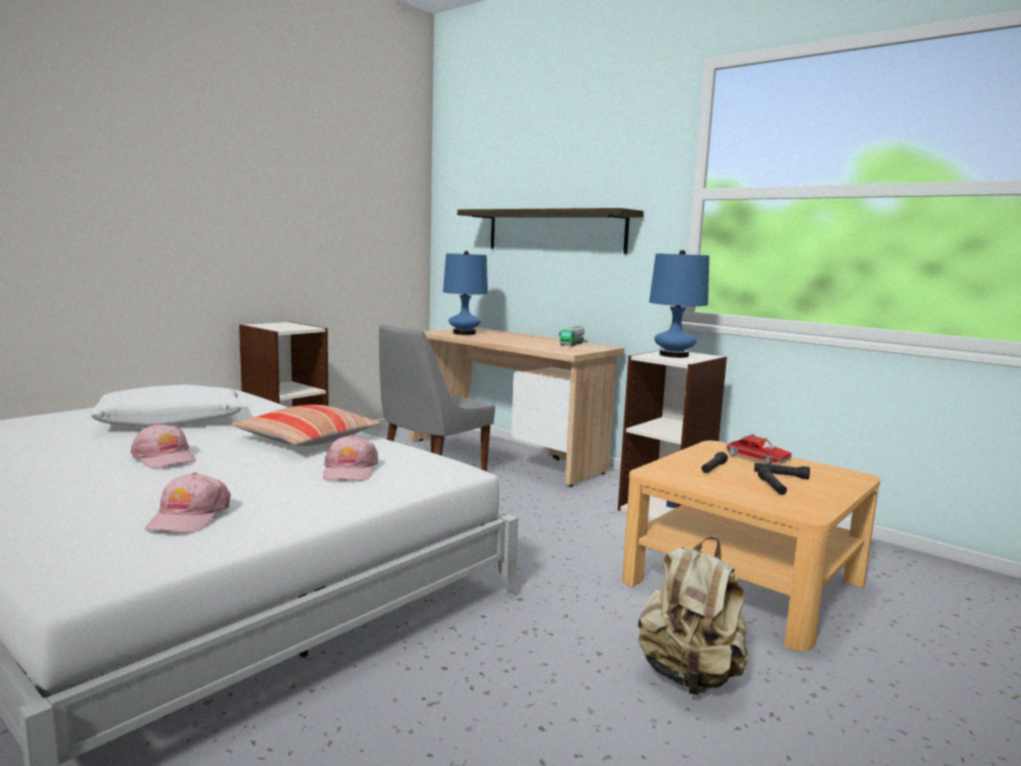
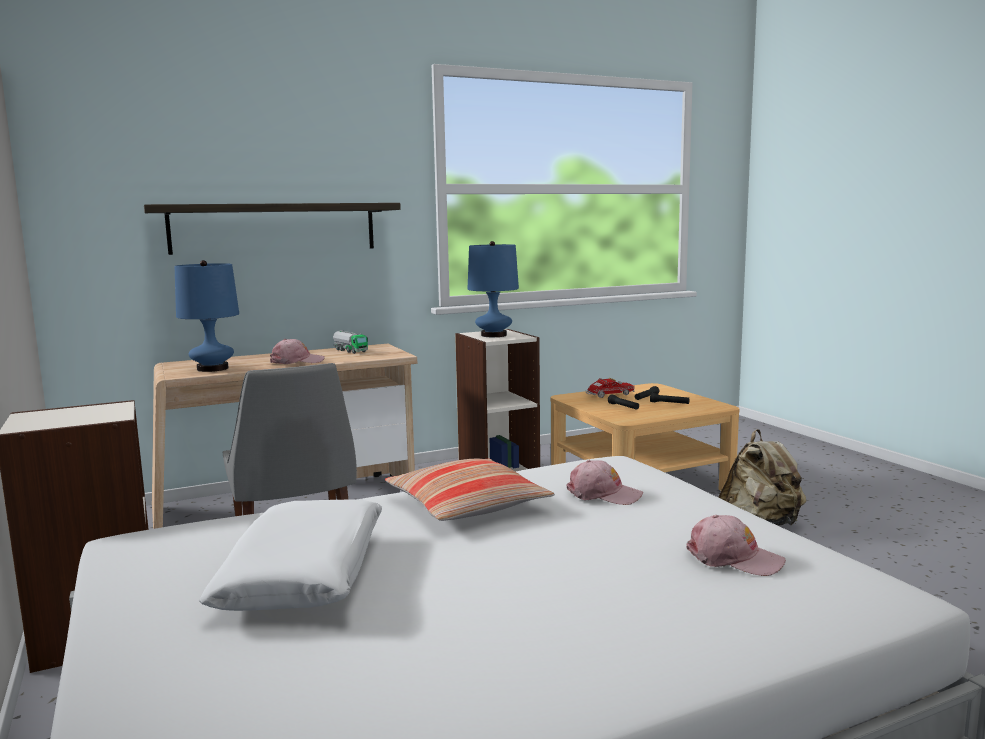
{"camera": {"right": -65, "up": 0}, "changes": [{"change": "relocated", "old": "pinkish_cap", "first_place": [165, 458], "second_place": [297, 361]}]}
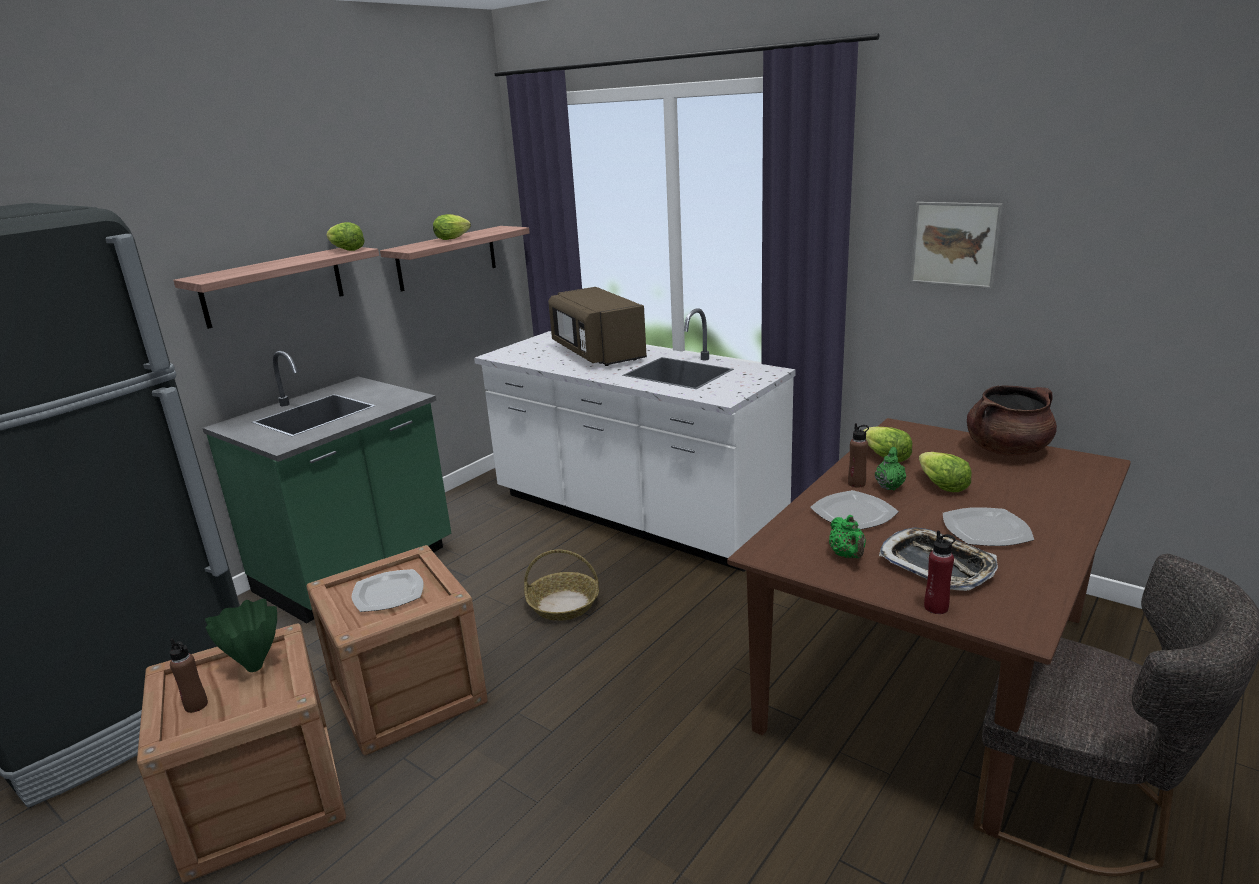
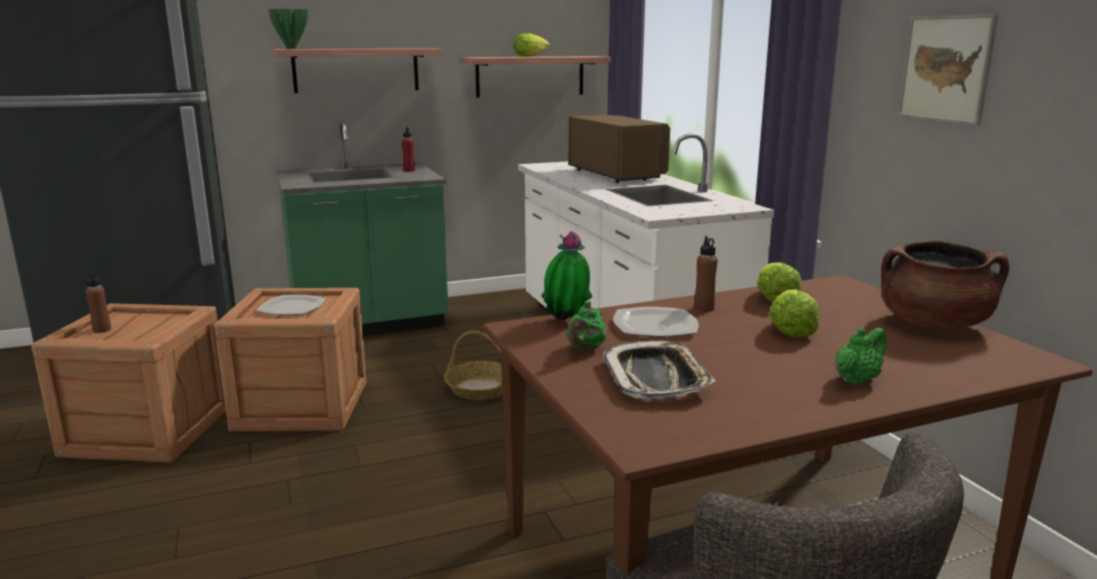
{"camera": {"right": 30, "up": -5}, "changes": [{"change": "relocated", "old": "greenish_vase", "first_place": [256, 667], "second_place": [291, 48]}, {"change": "missing", "old": "lettuce", "first_place": [345, 250]}, {"change": "spun", "old": "brownish_kitchen_microwave", "first_place": [597, 353], "second_place": [616, 175], "degrees": 150}, {"change": "relocated", "old": "greenish_pot_for_tea", "first_place": [889, 486], "second_place": [857, 380]}, {"change": "relocated", "old": "red-coloured_bottle", "first_place": [936, 607], "second_place": [409, 170]}, {"change": "missing", "old": "plate", "first_place": [985, 530]}, {"change": "appeared", "new": "plant_in_a_pot", "second_place": [566, 321]}]}
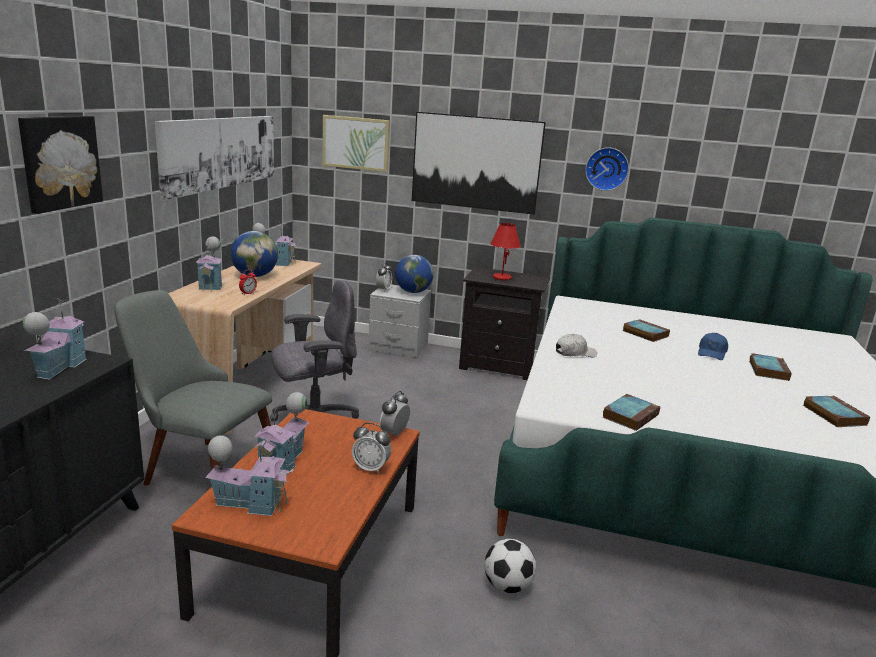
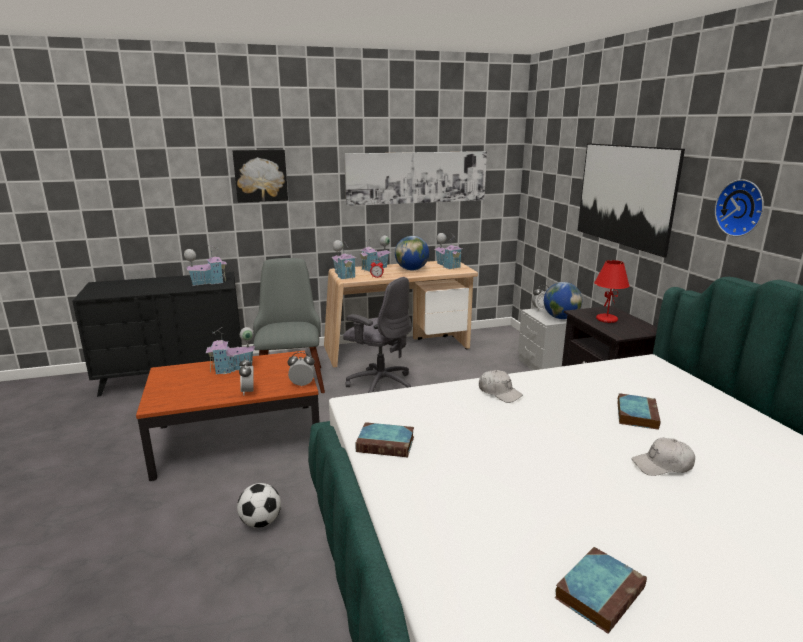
{"camera": {"right": 60, "up": 0}, "changes": [{"change": "relocated", "old": "model_house", "first_place": [250, 503], "second_place": [344, 275]}, {"change": "missing", "old": "picture", "first_place": [356, 143]}, {"change": "colour", "old": "blue_cap", "new": "white-coloured_cap", "first_place": [712, 353], "second_place": [662, 465]}, {"change": "missing", "old": "book", "first_place": [767, 370]}]}
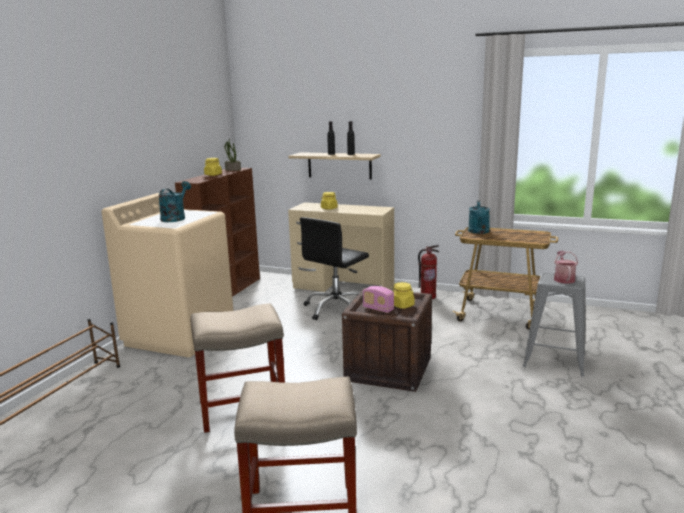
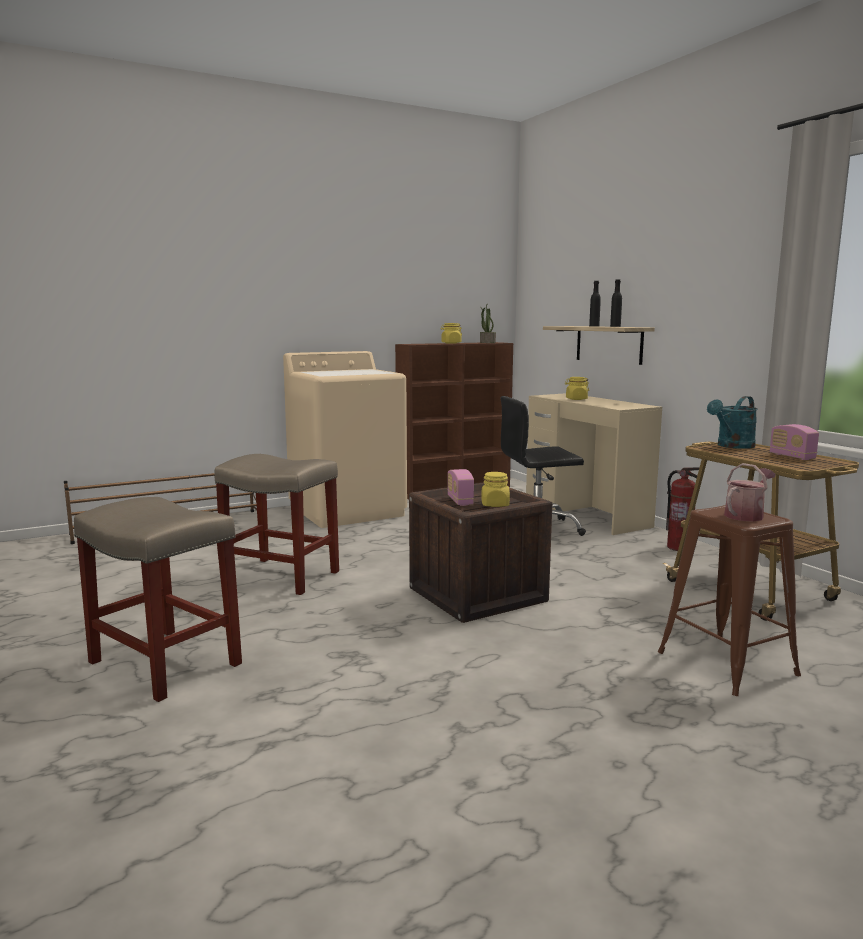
{"camera": {"right": 40, "up": -5}, "changes": [{"change": "missing", "old": "turquoise_watering_pot", "first_place": [175, 218]}, {"change": "colour", "old": "greyish_stool_seat", "new": "brownish_stool_seat", "first_place": [554, 360], "second_place": [727, 663]}, {"change": "appeared", "new": "radio_set", "second_place": [792, 456]}]}
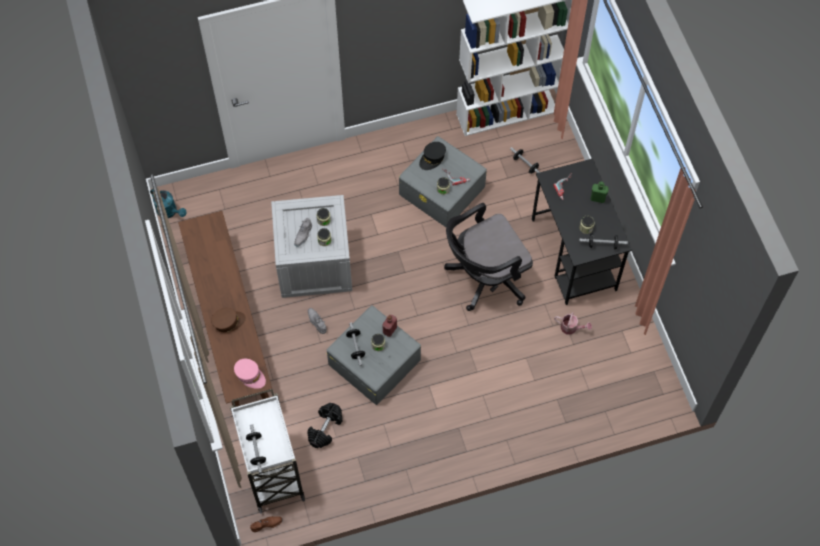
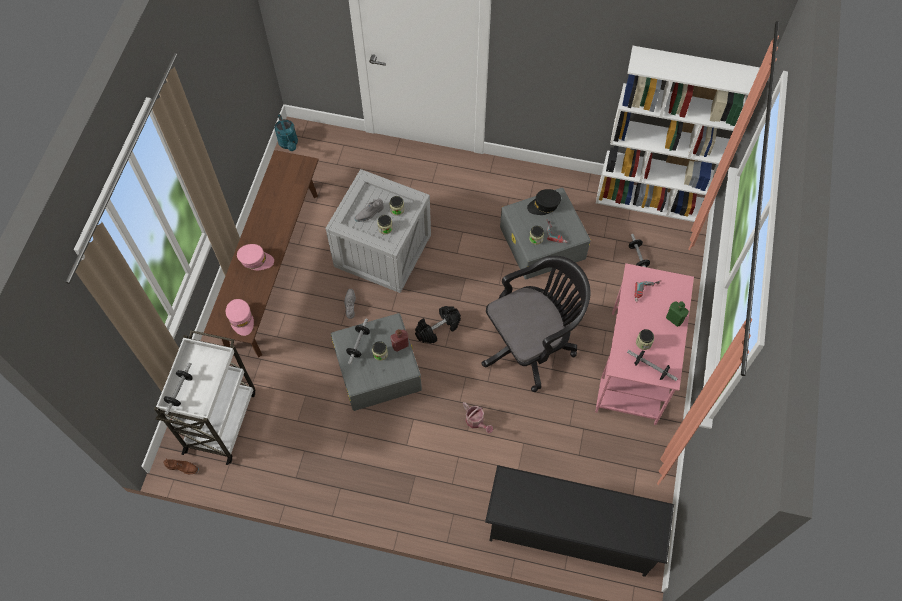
{"camera": {"right": 30, "up": 0}, "changes": [{"change": "colour", "old": "brownish_cap", "new": "pinkish_cap", "first_place": [228, 322], "second_place": [256, 260]}, {"change": "relocated", "old": "black_dumbbell", "first_place": [325, 429], "second_place": [438, 329]}, {"change": "spun", "old": "black_office_chair", "first_place": [484, 278], "second_place": [531, 344], "degrees": 150}, {"change": "colour", "old": "black_desk", "new": "pinkish_desk", "first_place": [574, 255], "second_place": [633, 367]}, {"change": "relocated", "old": "watering_pot", "first_place": [571, 328], "second_place": [476, 422]}, {"change": "appeared", "new": "black_shoe_stand", "second_place": [570, 532]}]}
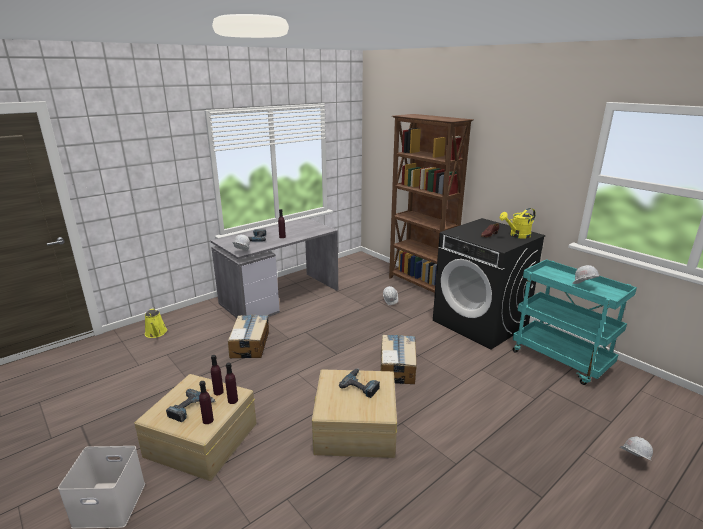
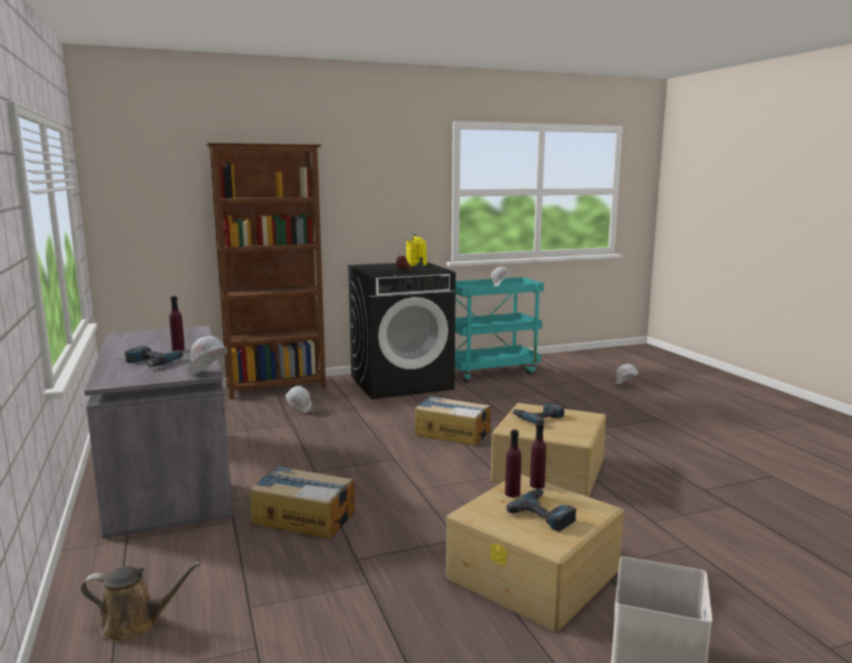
{"camera": {"right": -70, "up": -10}, "changes": [{"change": "colour", "old": "yellow-coloured_watering_pot", "new": "brownish_watering_pot", "first_place": [156, 333], "second_place": [135, 624]}, {"change": "missing", "old": "purple_bottle", "first_place": [208, 420]}]}
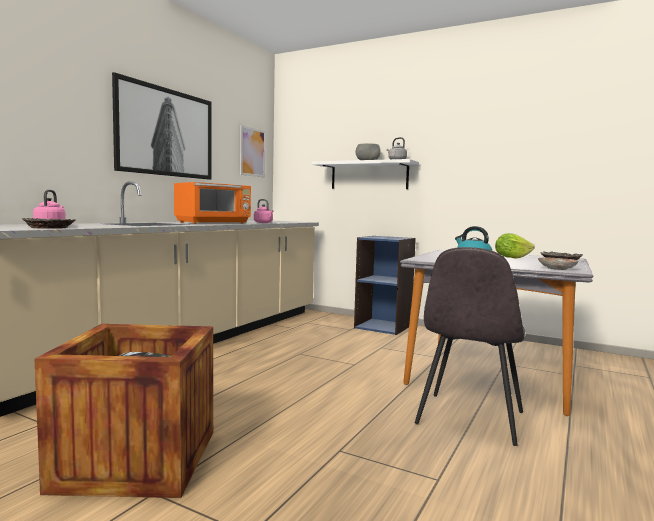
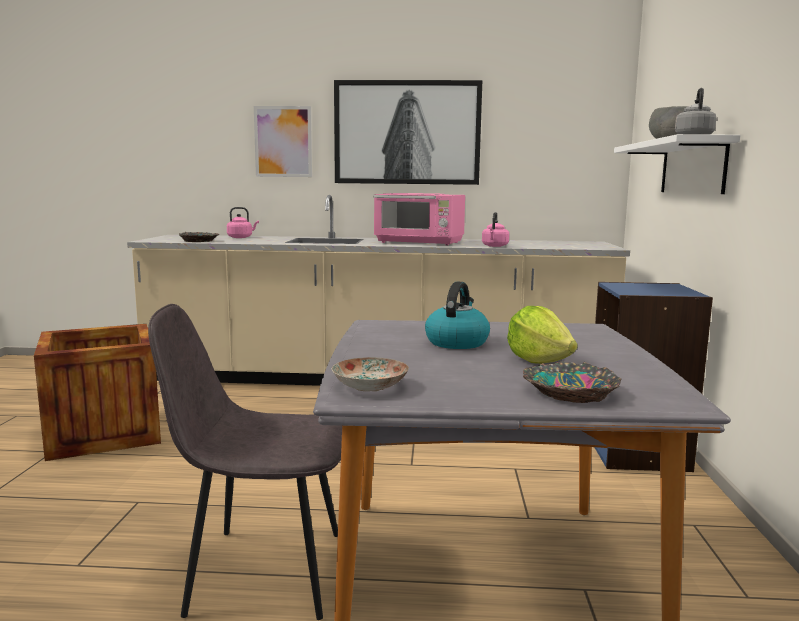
{"camera": {"right": 65, "up": 5}, "changes": [{"change": "colour", "old": "orange_kitchen_microwave", "new": "pinkish_kitchen_microwave", "first_place": [214, 223], "second_place": [420, 242]}, {"change": "relocated", "old": "picture", "first_place": [252, 152], "second_place": [283, 141]}]}
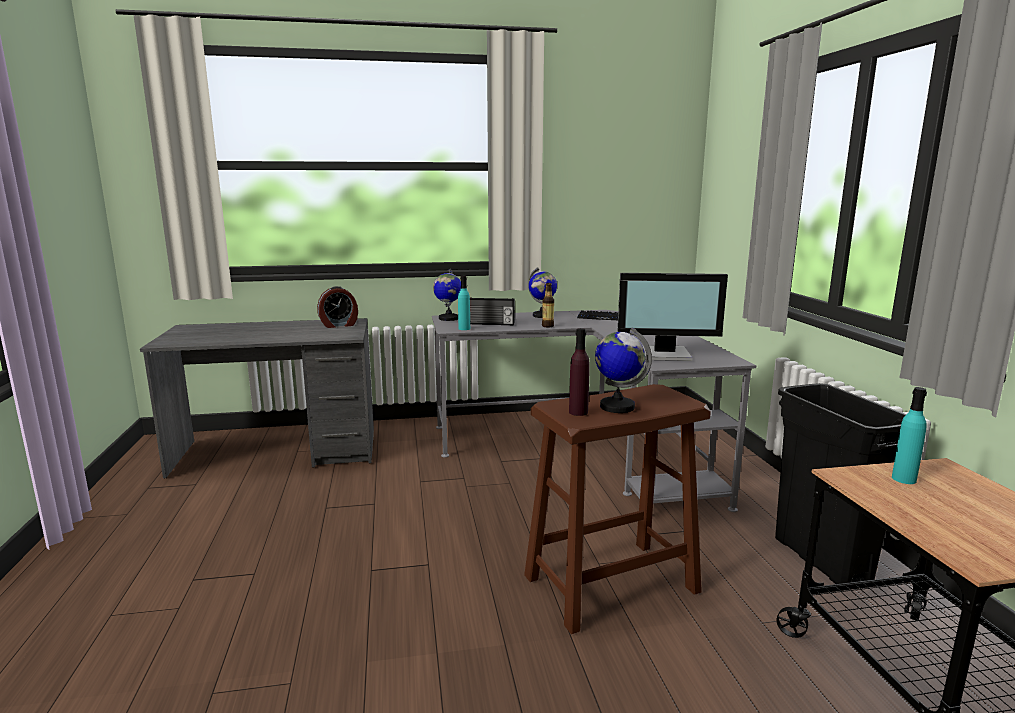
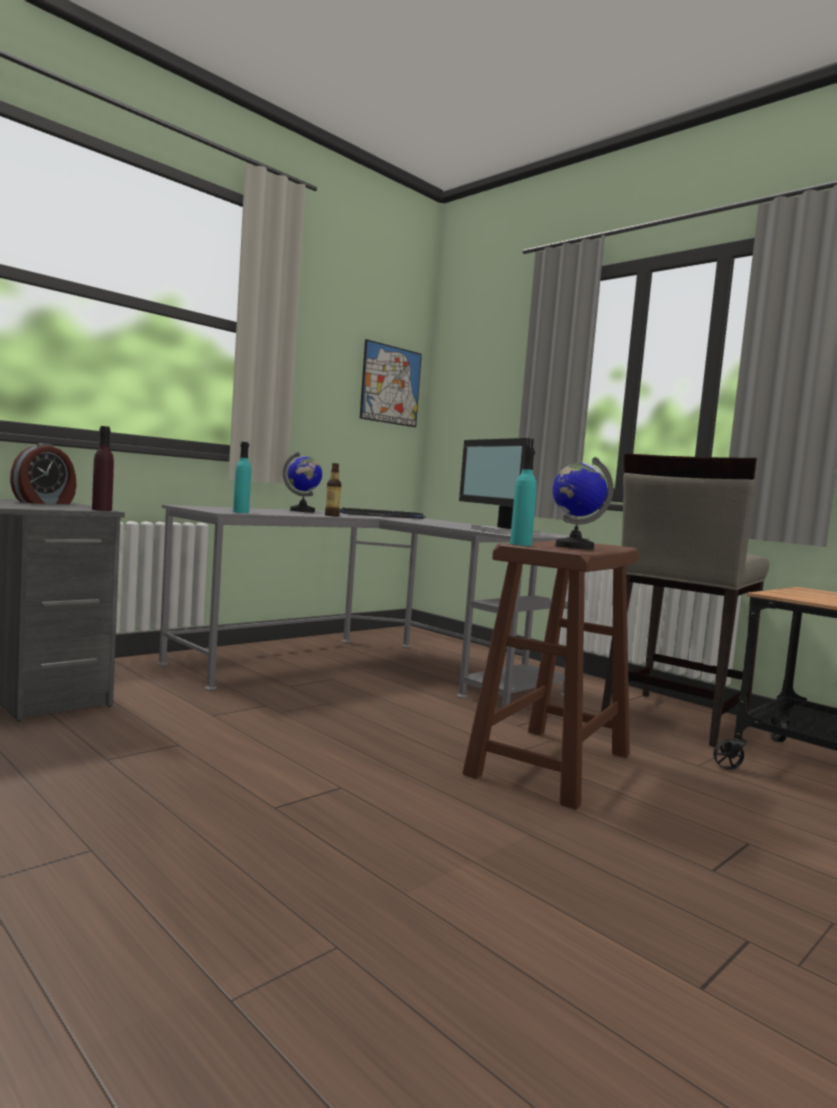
{"camera": {"right": -35, "up": -10}, "changes": [{"change": "missing", "old": "world_globe", "first_place": [448, 318]}, {"change": "missing", "old": "radio_set", "first_place": [491, 324]}, {"change": "relocated", "old": "purple_bottle", "first_place": [578, 412], "second_place": [102, 510]}, {"change": "spun", "old": "computer_screen", "first_place": [665, 355], "second_place": [503, 531], "degrees": 90}, {"change": "exchanged", "old": "black_rubbish_bin", "new": "sand-coloured_stool_seat", "first_place": [820, 560], "second_place": [673, 718]}, {"change": "relocated", "old": "turquoise_bottle", "first_place": [904, 479], "second_place": [520, 544]}, {"change": "appeared", "new": "picture", "second_place": [390, 385]}]}
